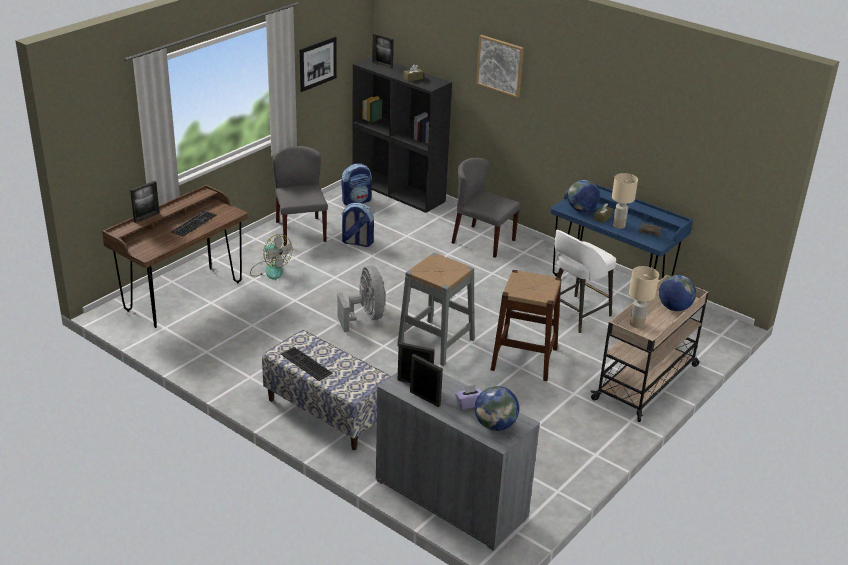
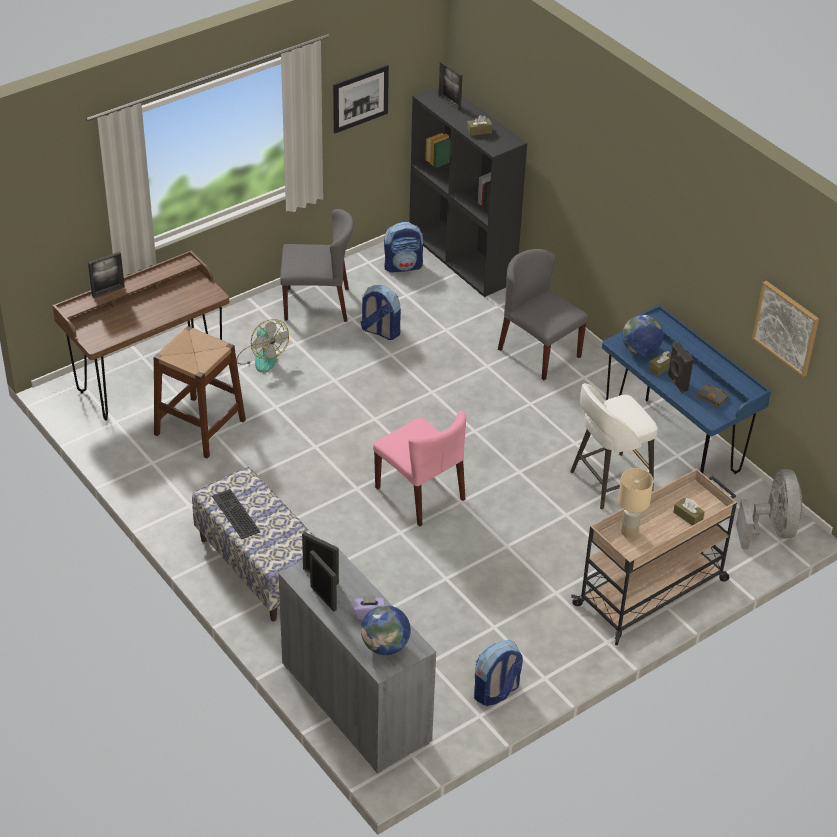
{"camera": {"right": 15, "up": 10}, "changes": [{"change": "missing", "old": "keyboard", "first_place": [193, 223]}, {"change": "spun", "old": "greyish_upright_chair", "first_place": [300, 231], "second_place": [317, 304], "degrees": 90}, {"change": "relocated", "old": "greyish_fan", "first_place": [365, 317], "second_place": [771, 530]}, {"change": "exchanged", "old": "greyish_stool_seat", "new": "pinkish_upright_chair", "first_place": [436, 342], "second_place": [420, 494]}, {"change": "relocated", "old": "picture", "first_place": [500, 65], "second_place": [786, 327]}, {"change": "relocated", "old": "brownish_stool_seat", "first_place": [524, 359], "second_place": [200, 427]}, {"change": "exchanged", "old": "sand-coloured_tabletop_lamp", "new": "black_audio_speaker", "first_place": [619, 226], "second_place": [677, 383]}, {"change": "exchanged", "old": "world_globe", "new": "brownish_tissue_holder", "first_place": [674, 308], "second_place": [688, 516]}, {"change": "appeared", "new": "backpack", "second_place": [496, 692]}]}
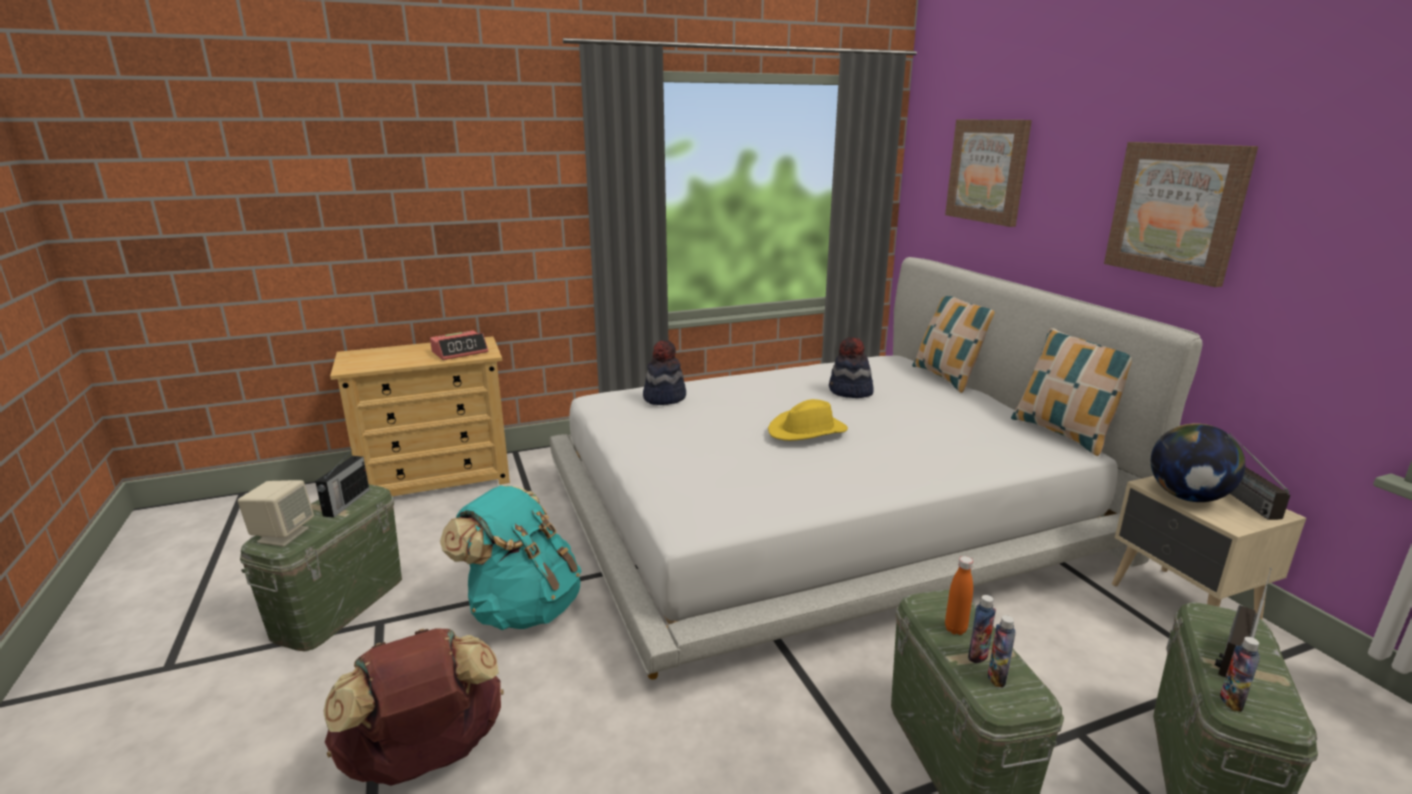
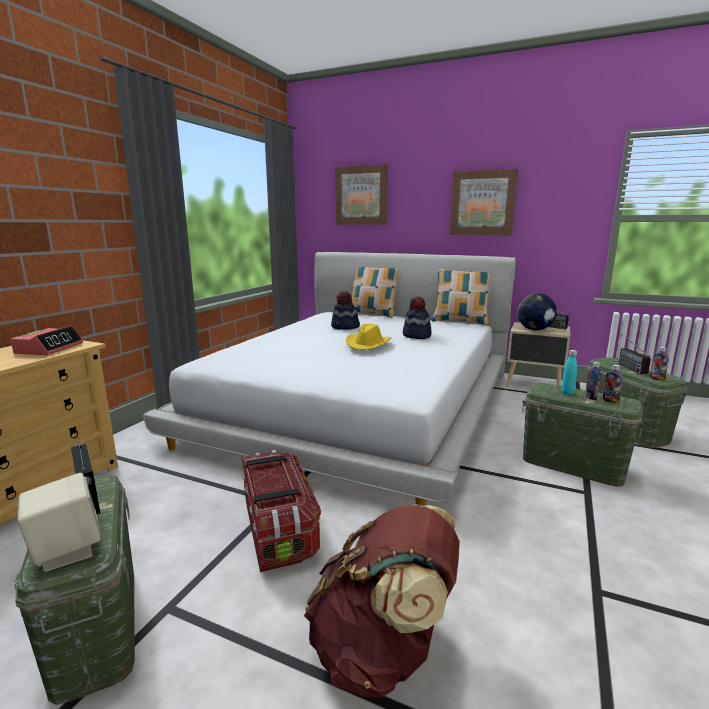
{"camera": {"right": -45, "up": -5}, "changes": [{"change": "exchanged", "old": "turquoise_backpack", "new": "storage_box", "first_place": [523, 608], "second_place": [278, 528]}, {"change": "relocated", "old": "clothing_hat", "first_place": [664, 397], "second_place": [416, 336]}, {"change": "colour", "old": "orange_bottle", "new": "turquoise_bottle", "first_place": [955, 629], "second_place": [567, 393]}]}
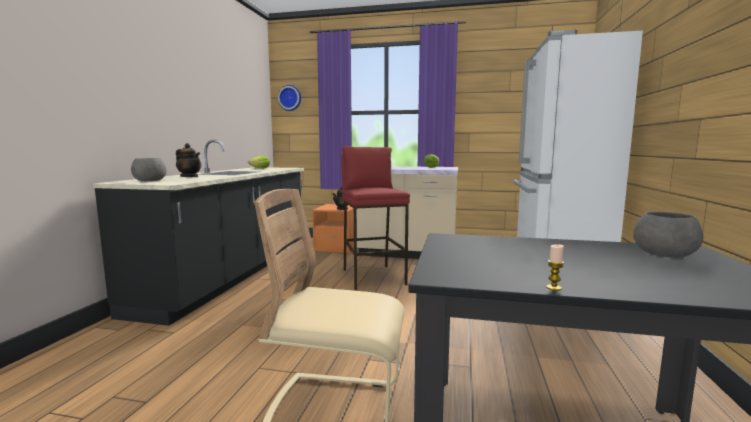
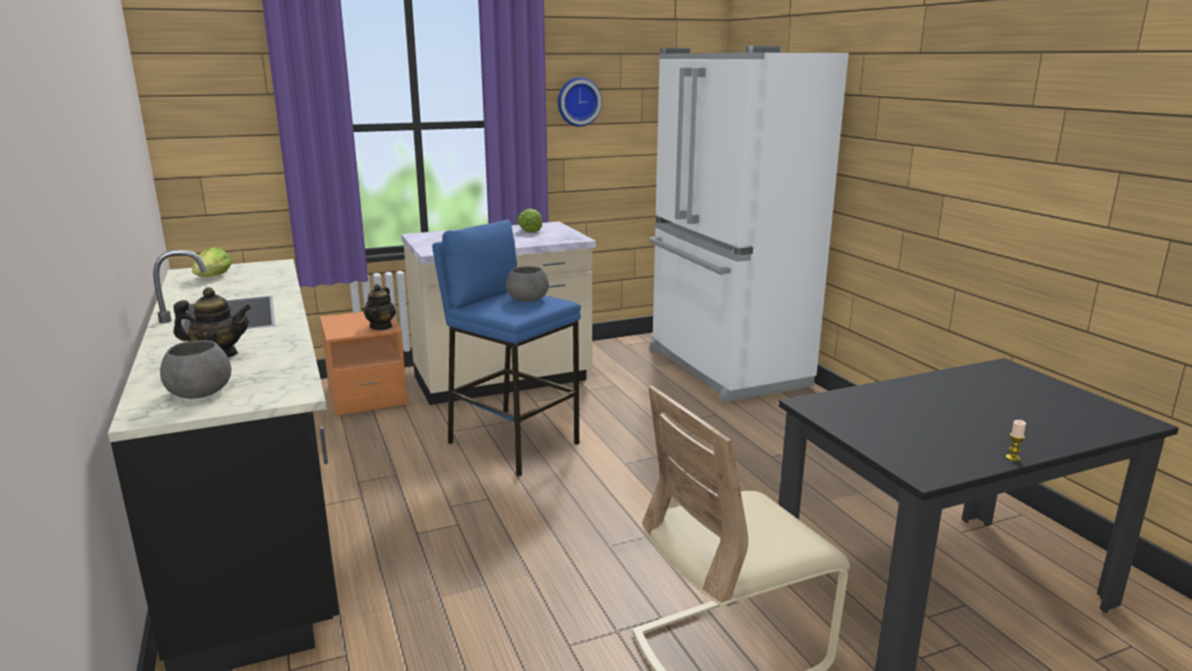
{"camera": {"right": -35, "up": 10}, "changes": [{"change": "relocated", "old": "wall_clock", "first_place": [290, 98], "second_place": [578, 101]}, {"change": "colour", "old": "red-coloured_stool_seat", "new": "blue_stool_seat", "first_place": [373, 277], "second_place": [512, 443]}, {"change": "relocated", "old": "greyish_serving_bowl", "first_place": [665, 254], "second_place": [528, 299]}]}
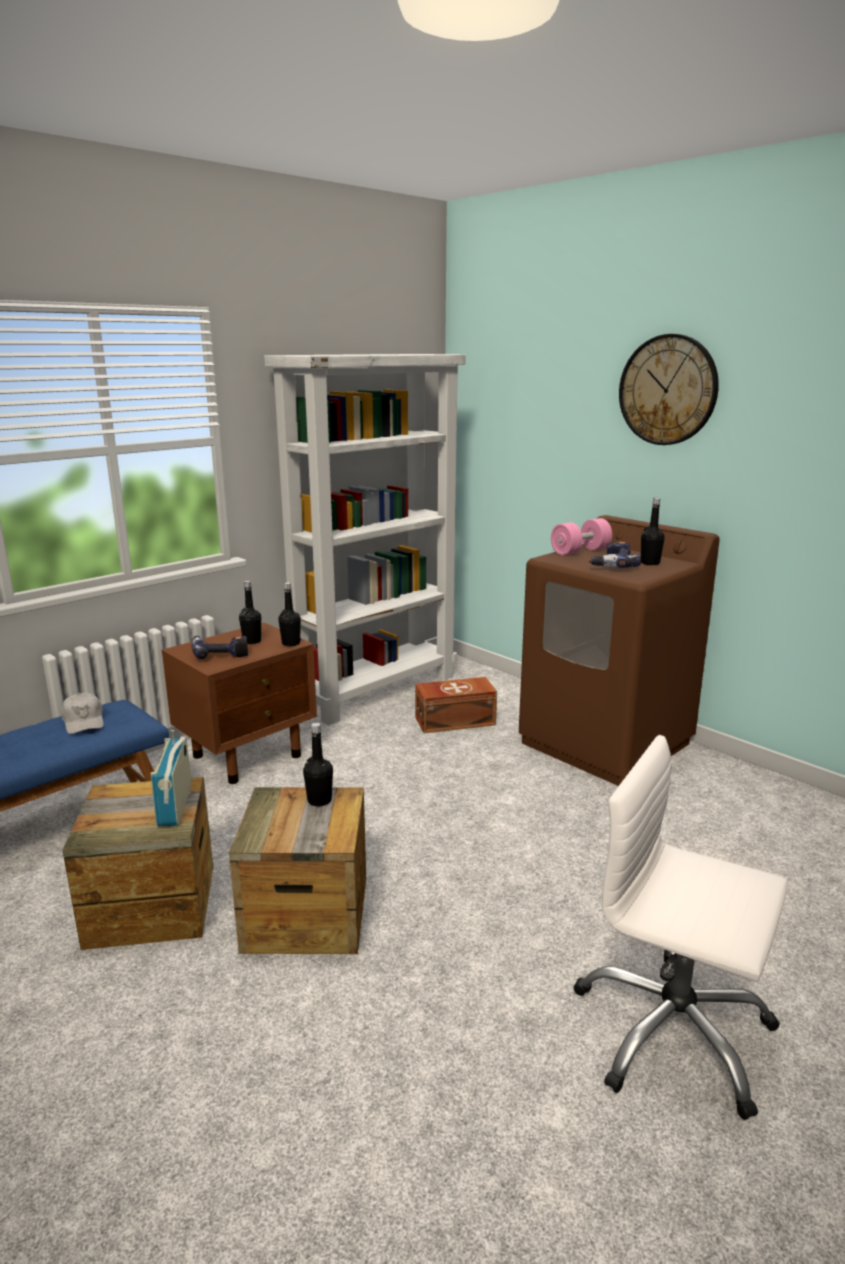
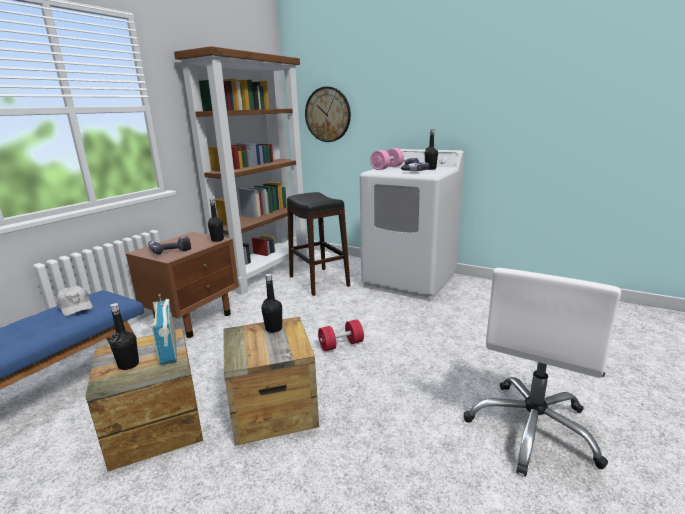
{"camera": {"right": -15, "up": 0}, "changes": [{"change": "relocated", "old": "black_bottle", "first_place": [252, 641], "second_place": [128, 365]}, {"change": "colour", "old": "white-coloured_bookshelf", "new": "brownish_bookshelf", "first_place": [377, 690], "second_place": [265, 271]}, {"change": "exchanged", "old": "brownish_storage_box", "new": "black_stool_seat", "first_place": [453, 720], "second_place": [318, 281]}, {"change": "colour", "old": "brownish_laundry_machine", "new": "white-coloured_laundry_machine", "first_place": [606, 743], "second_place": [410, 280]}, {"change": "spun", "old": "white-coloured_office_chair", "first_place": [672, 1032], "second_place": [532, 429], "degrees": -75}, {"change": "relocated", "old": "wall_clock", "first_place": [668, 390], "second_place": [328, 114]}, {"change": "appeared", "new": "red-coloured_dumbbell", "second_place": [341, 345]}]}
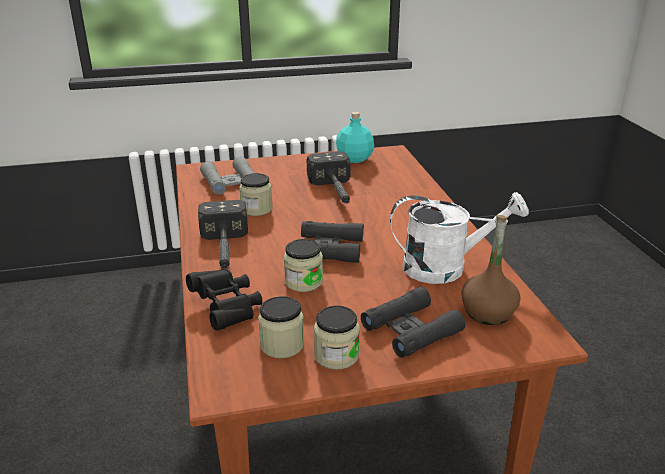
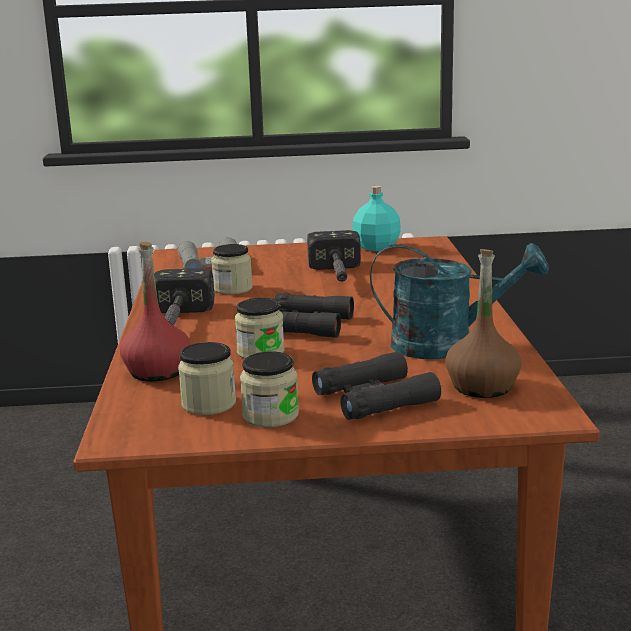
{"camera": {"right": 10, "up": -10}, "changes": [{"change": "exchanged", "old": "black_field_glasses", "new": "red-coloured_bottle", "first_place": [227, 308], "second_place": [158, 371]}, {"change": "colour", "old": "white-coloured_watering_pot", "new": "turquoise_watering_pot", "first_place": [446, 267], "second_place": [447, 345]}]}
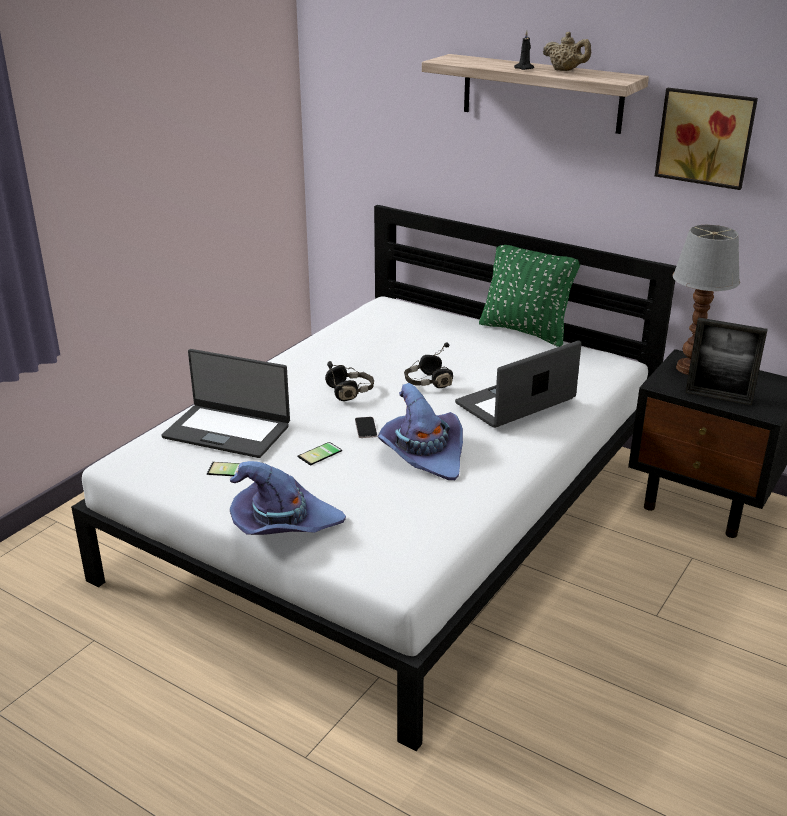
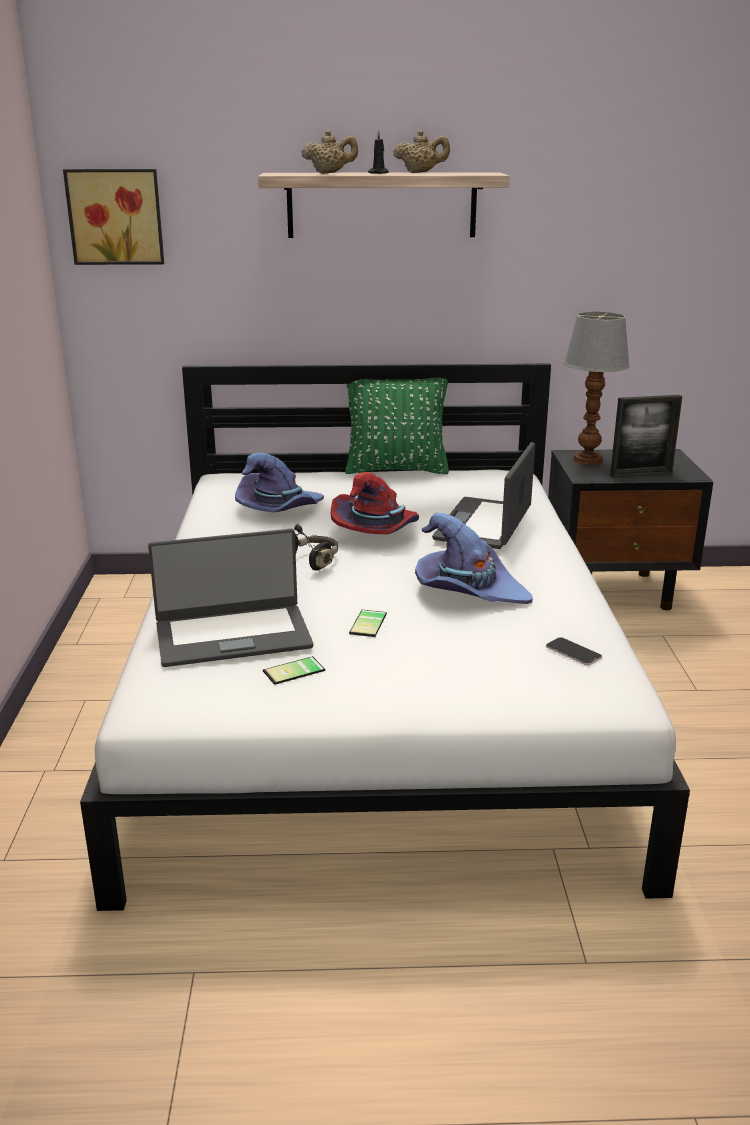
{"camera": {"right": -35, "up": -5}, "changes": [{"change": "relocated", "old": "purple_clothing_hat", "first_place": [283, 523], "second_place": [279, 510]}, {"change": "relocated", "old": "telephone", "first_place": [366, 428], "second_place": [573, 652]}, {"change": "exchanged", "old": "black_headphones", "new": "red-coloured_clothing_hat", "first_place": [427, 382], "second_place": [377, 531]}, {"change": "relocated", "old": "picture", "first_place": [706, 137], "second_place": [116, 217]}, {"change": "appeared", "new": "sand-coloured_pot_for_tea", "second_place": [330, 173]}]}
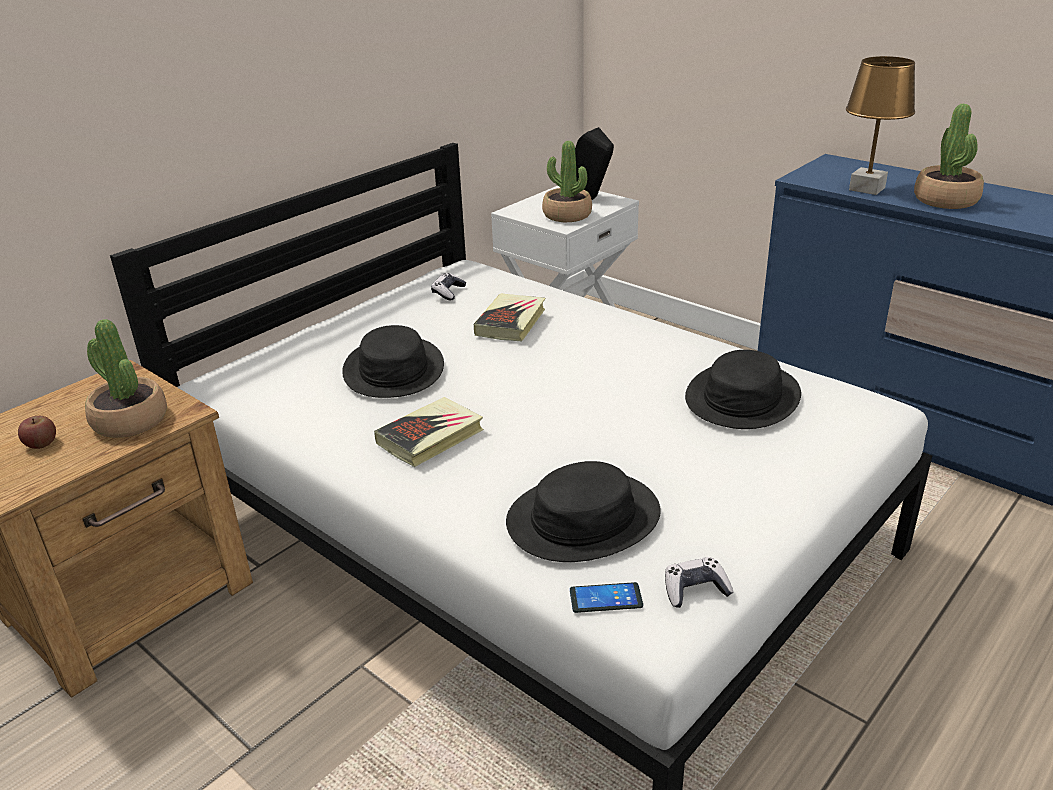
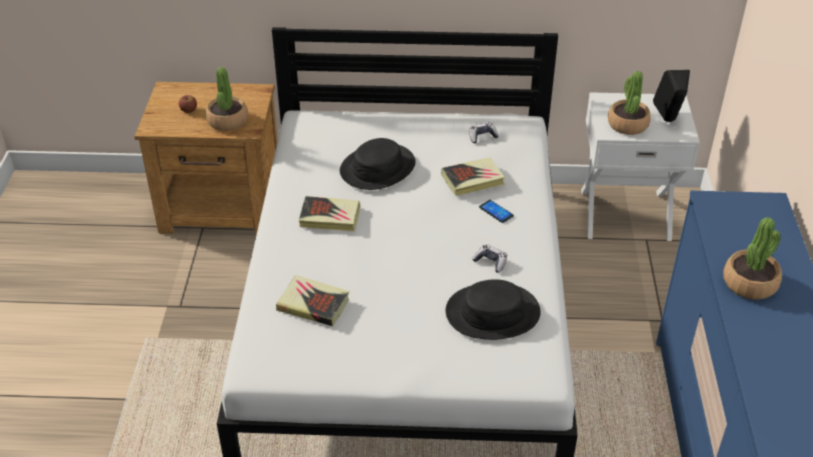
{"camera": {"right": 50, "up": 10}, "changes": [{"change": "exchanged", "old": "black_clothing_hat", "new": "book", "first_place": [583, 518], "second_place": [313, 304]}, {"change": "relocated", "old": "telephone", "first_place": [605, 598], "second_place": [496, 211]}, {"change": "relocated", "old": "gamepad", "first_place": [695, 590], "second_place": [490, 262]}, {"change": "missing", "old": "brownish_tabletop_lamp", "first_place": [867, 189]}]}
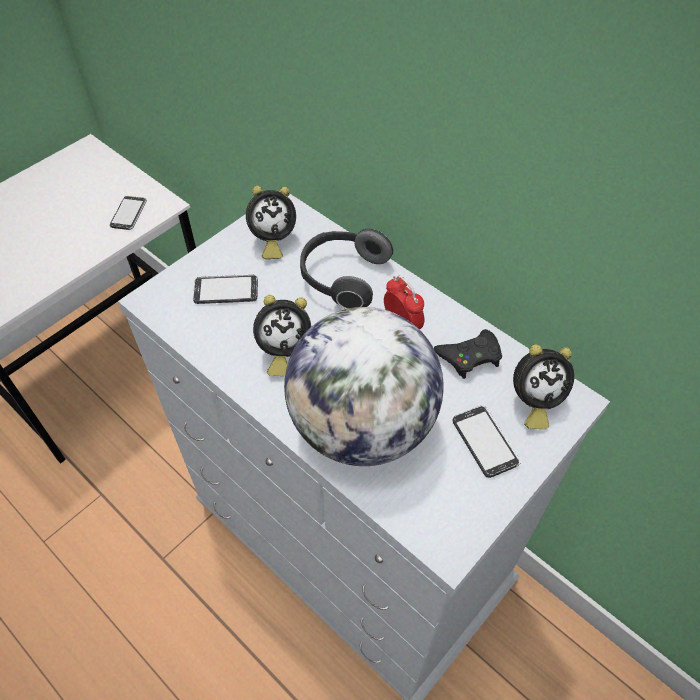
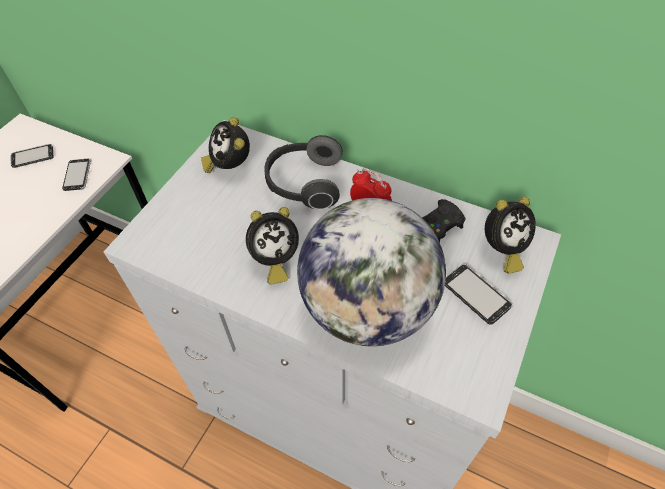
{"camera": {"right": -15, "up": 0}, "changes": [{"change": "relocated", "old": "telephone", "first_place": [226, 290], "second_place": [33, 157]}, {"change": "spun", "old": "bedside_clock", "first_place": [272, 241], "second_place": [230, 166], "degrees": 105}]}
